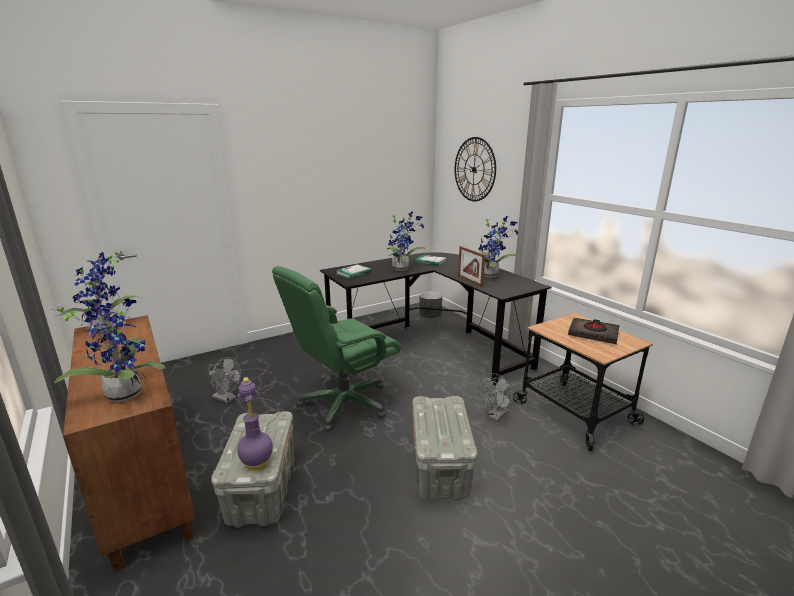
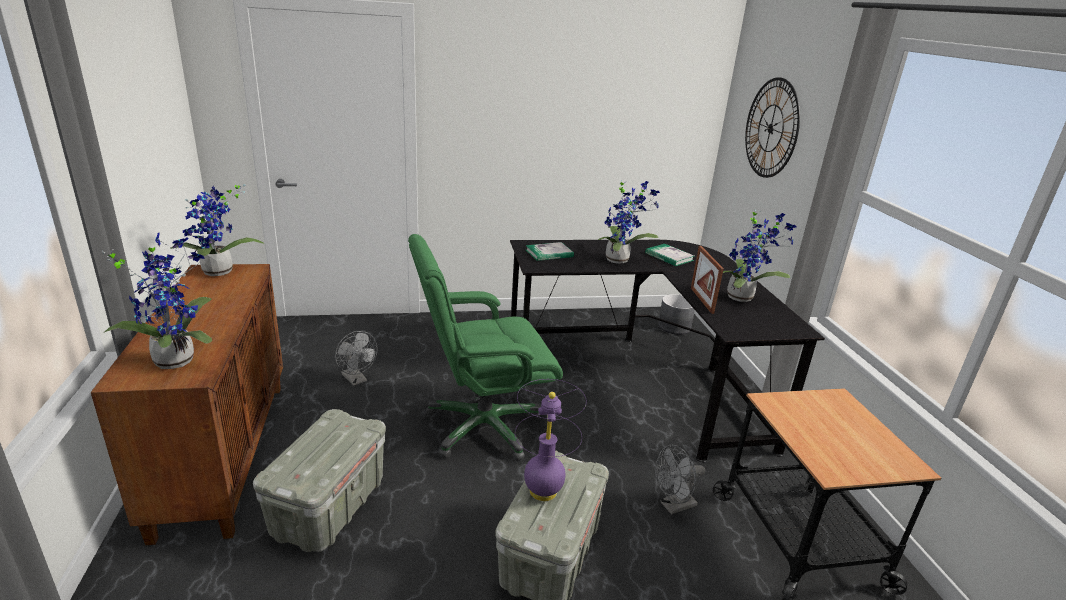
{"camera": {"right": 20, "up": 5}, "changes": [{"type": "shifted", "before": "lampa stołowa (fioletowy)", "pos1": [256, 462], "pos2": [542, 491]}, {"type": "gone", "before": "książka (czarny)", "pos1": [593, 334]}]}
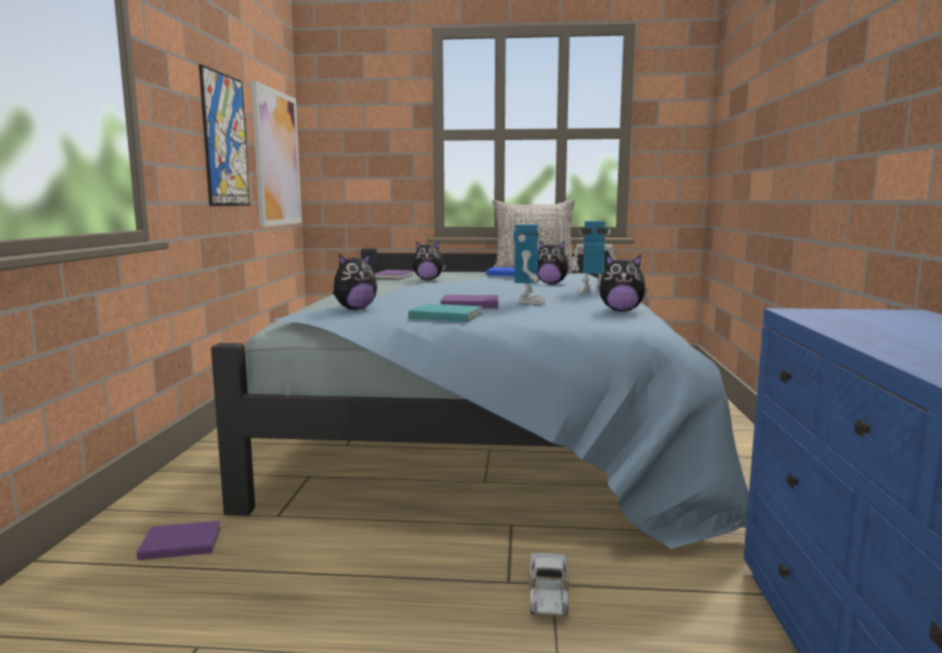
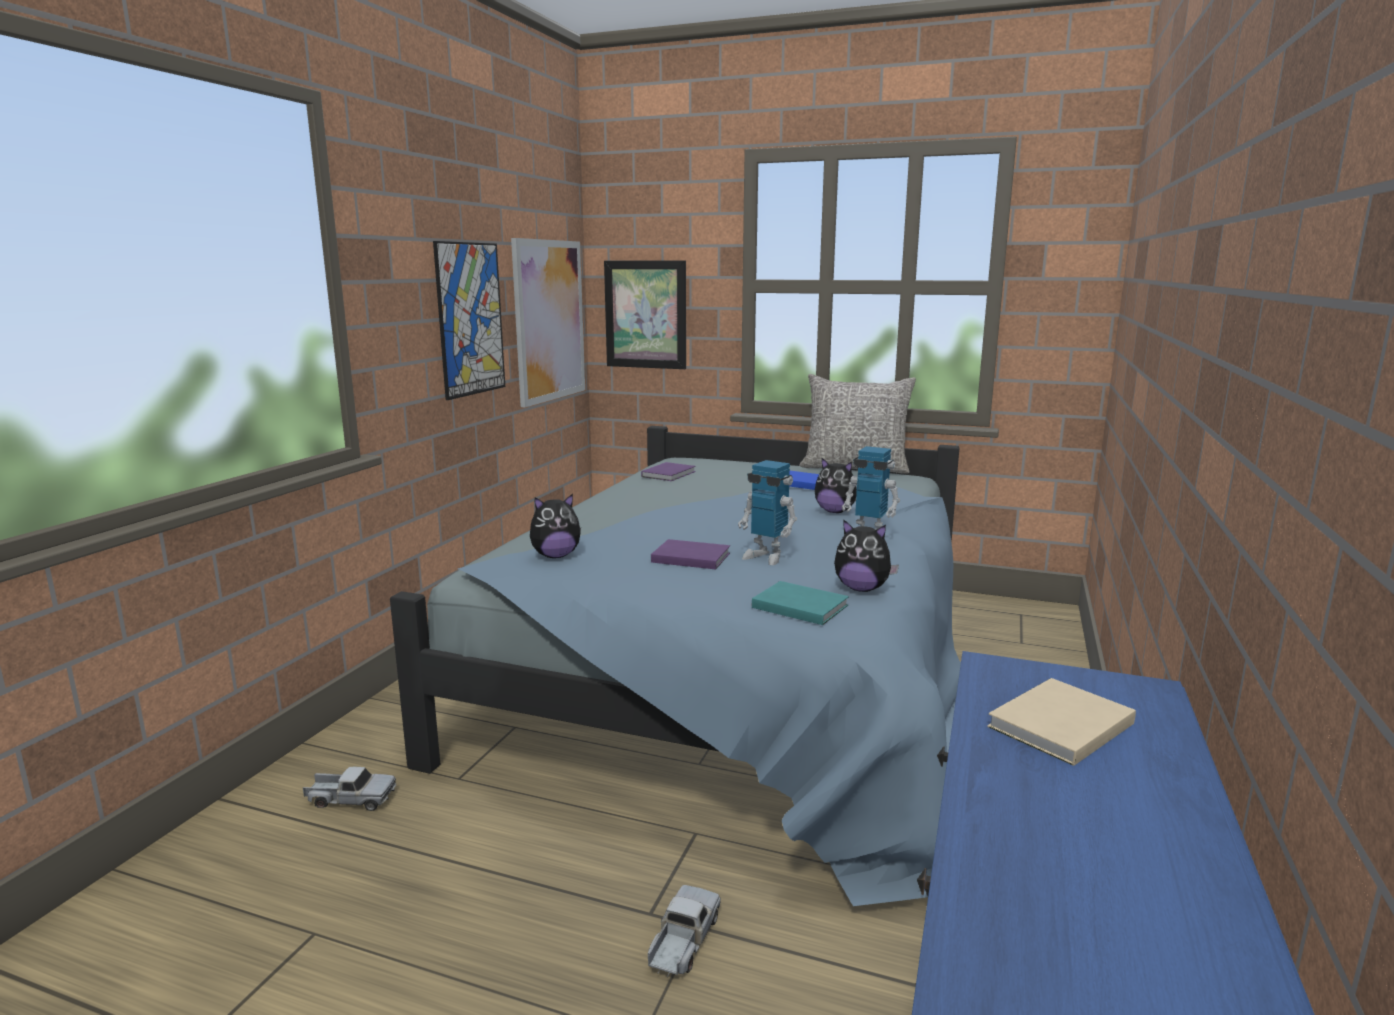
{"camera": {"right": 15, "up": 5}, "changes": [{"type": "swapped", "before": "książka (fioletowy)", "after": "ciężarówka zabawkowa", "pos1": [179, 543], "pos2": [351, 799]}, {"type": "new", "after": "obraz", "pos2": [645, 314]}, {"type": "rotated", "before": "robot zabawkowy", "pos1": [529, 302], "pos2": [766, 557], "turn": 105}, {"type": "shifted", "before": "książka (turkusowy)", "pos1": [444, 316], "pos2": [798, 605]}, {"type": "new", "after": "książka (beżowy)", "pos2": [1057, 725]}, {"type": "gone", "before": "pluszak", "pos1": [428, 279]}]}
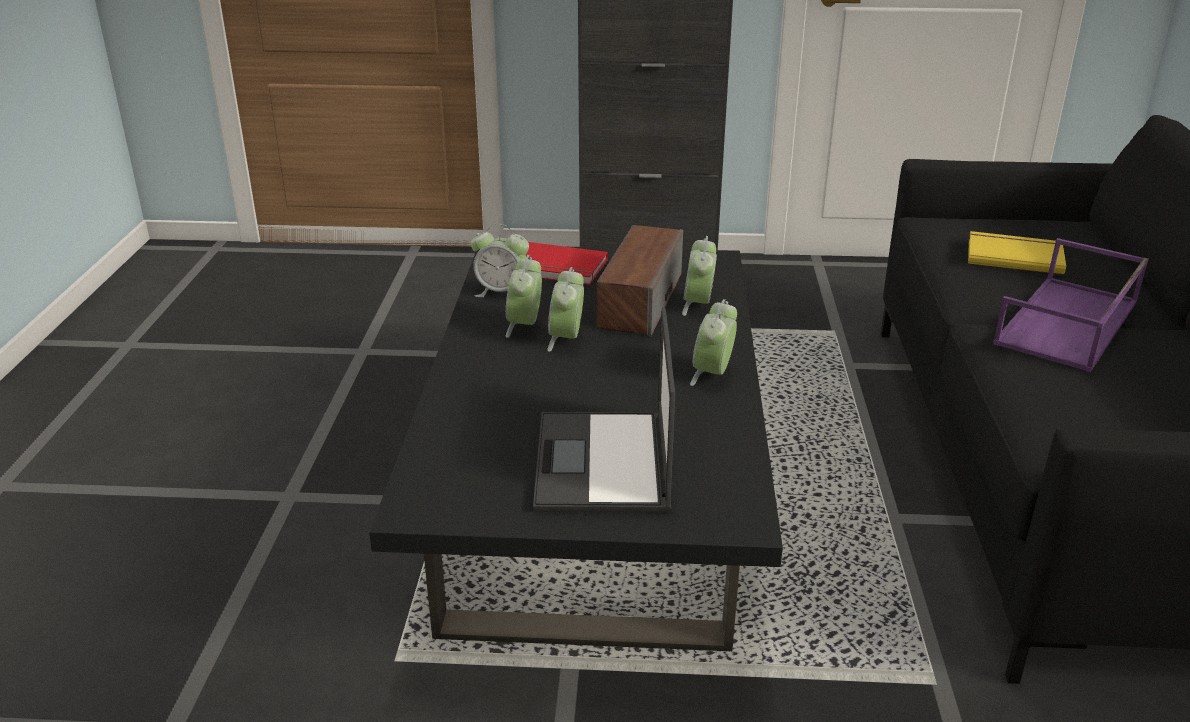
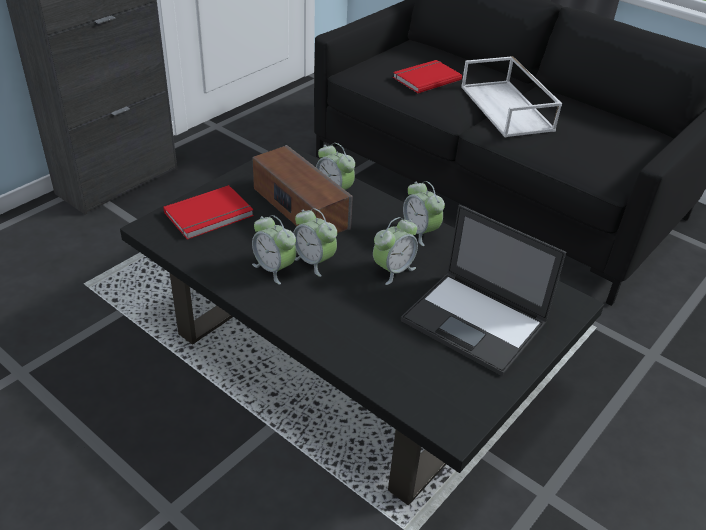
{"camera": {"right": -55, "up": 10}, "changes": [{"type": "shifted", "before": "budzik", "pos1": [501, 292], "pos2": [393, 270]}, {"type": "repainted", "before": "książka (żółty)", "after": "książka (czerwony)", "pos1": [1014, 255], "pos2": [425, 78]}, {"type": "repainted", "before": "taca (fioletowy)", "after": "taca (biały)", "pos1": [1068, 324], "pos2": [508, 108]}]}
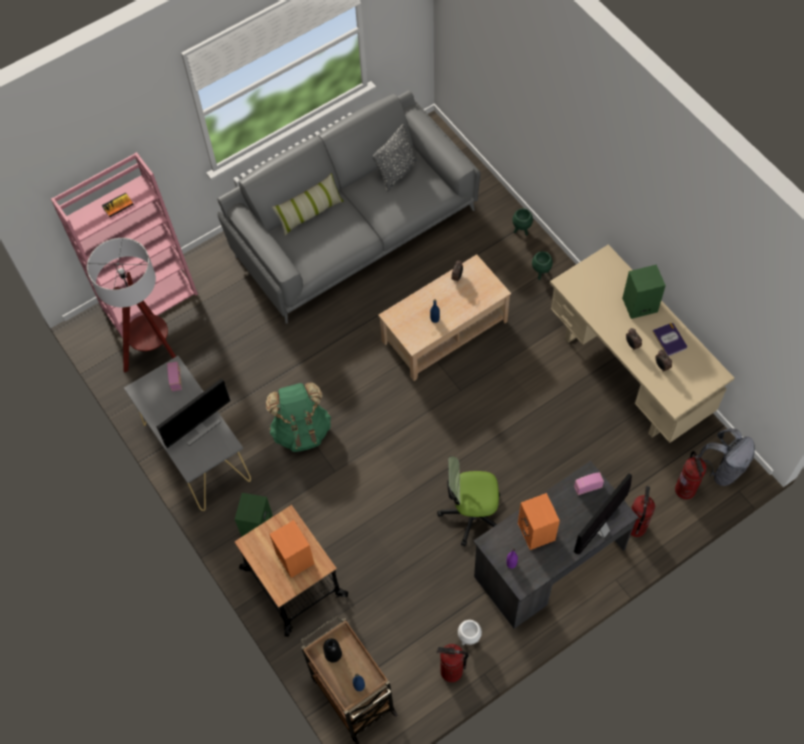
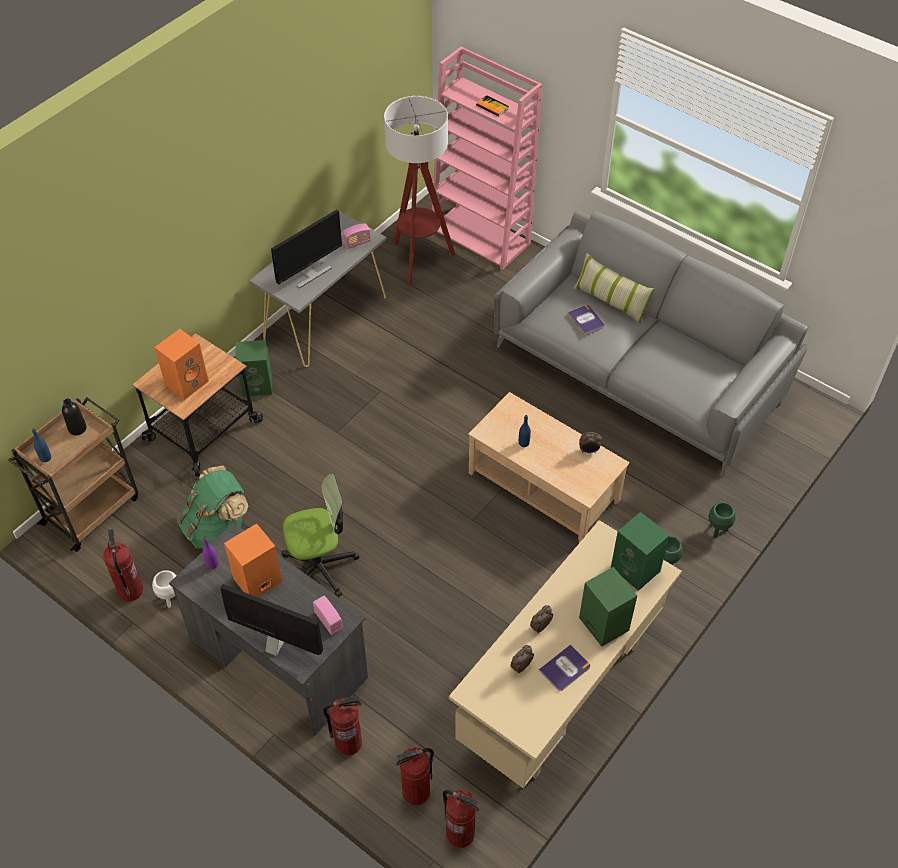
{"camera": {"right": 70, "up": -10}, "changes": [{"type": "shifted", "before": "plecak (zielony)", "pos1": [301, 430], "pos2": [218, 530]}, {"type": "rotated", "before": "monitor", "pos1": [199, 428], "pos2": [310, 273], "turn": -75}, {"type": "rotated", "before": "krzesło biurowe", "pos1": [471, 514], "pos2": [320, 566], "turn": 90}, {"type": "swapped", "before": "plecak (szary)", "after": "gaśnica", "pos1": [722, 469], "pos2": [460, 833]}, {"type": "new", "after": "książka", "pos2": [586, 320]}, {"type": "new", "after": "głośnik (zielony)", "pos2": [637, 569]}, {"type": "gone", "before": "poduszka (szary)", "pos1": [396, 172]}]}
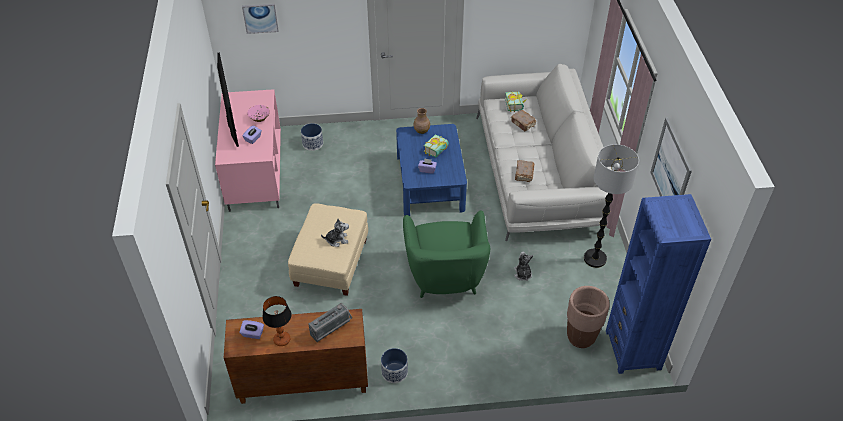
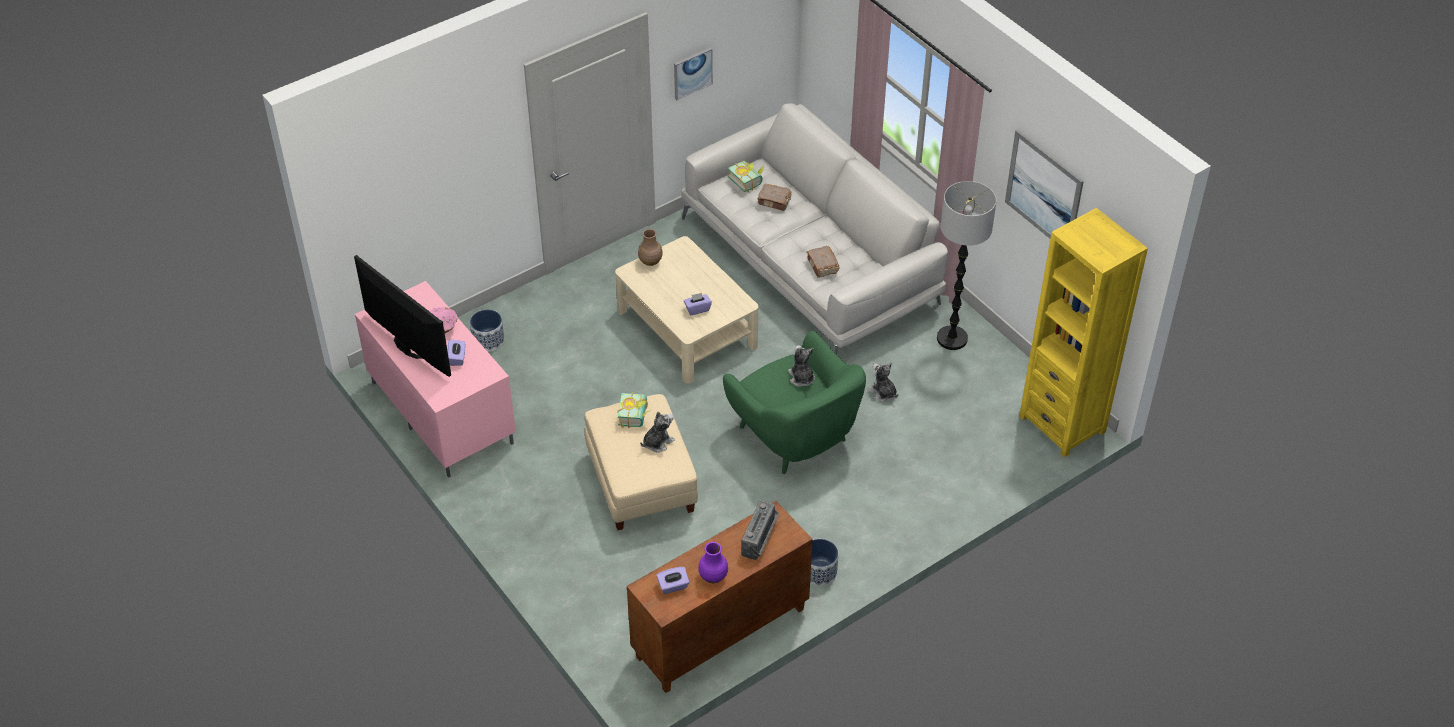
{"camera": {"right": -30, "up": 0}, "changes": [{"type": "repainted", "before": "ława (niebieski)", "after": "ława (beżowy)", "pos1": [430, 183], "pos2": [687, 328]}, {"type": "shifted", "before": "książka", "pos1": [438, 151], "pos2": [636, 416]}, {"type": "shifted", "before": "obraz", "pos1": [260, 18], "pos2": [692, 73]}, {"type": "swapped", "before": "lampa stołowa", "after": "wazon (fioletowy)", "pos1": [281, 340], "pos2": [712, 577]}, {"type": "new", "after": "pluszak", "pos2": [801, 378]}, {"type": "repainted", "before": "regał (niebieski)", "after": "regał (żółty)", "pos1": [633, 350], "pos2": [1062, 424]}, {"type": "gone", "before": "donica (brązowy)", "pos1": [580, 337]}]}
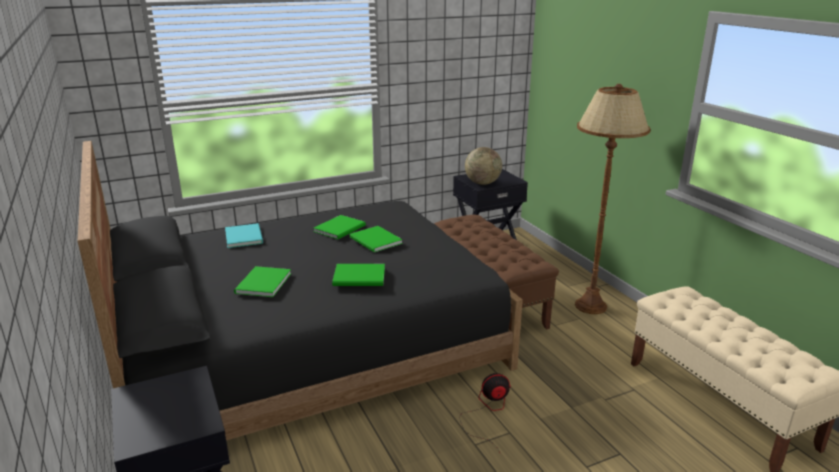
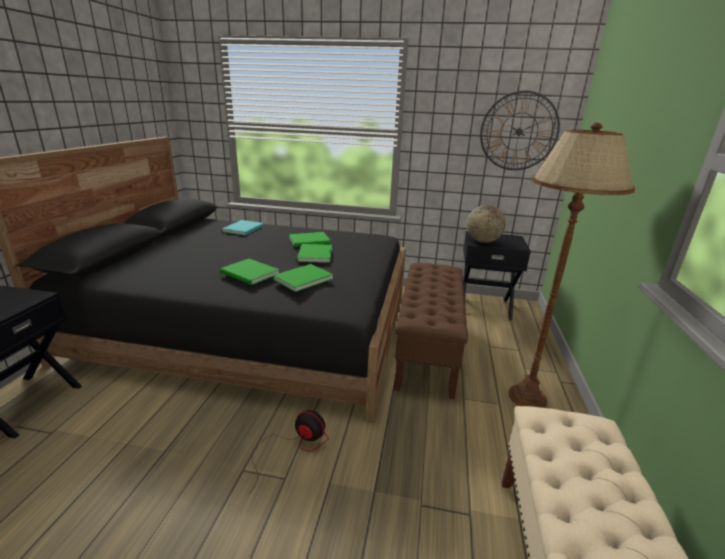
{"camera": {"right": 35, "up": 0}, "changes": [{"type": "shifted", "before": "książka (zielony)", "pos1": [261, 284], "pos2": [301, 279]}, {"type": "new", "after": "zegar ścienny", "pos2": [519, 131]}]}
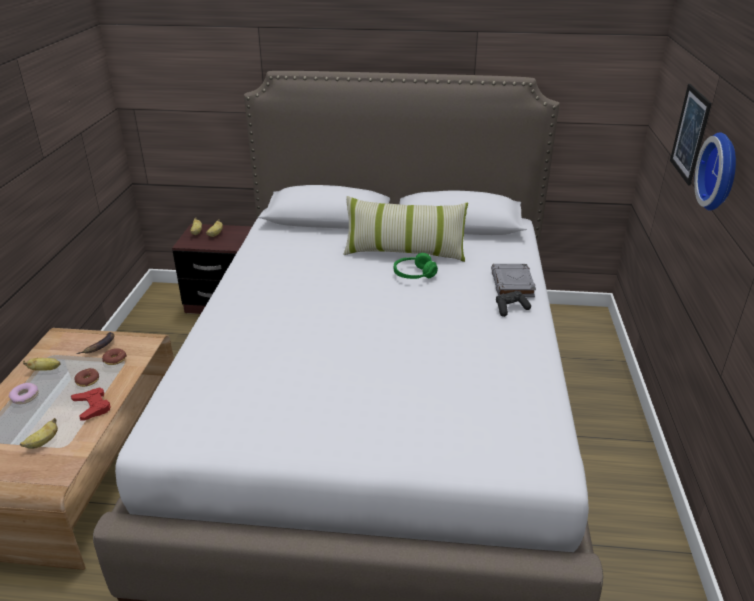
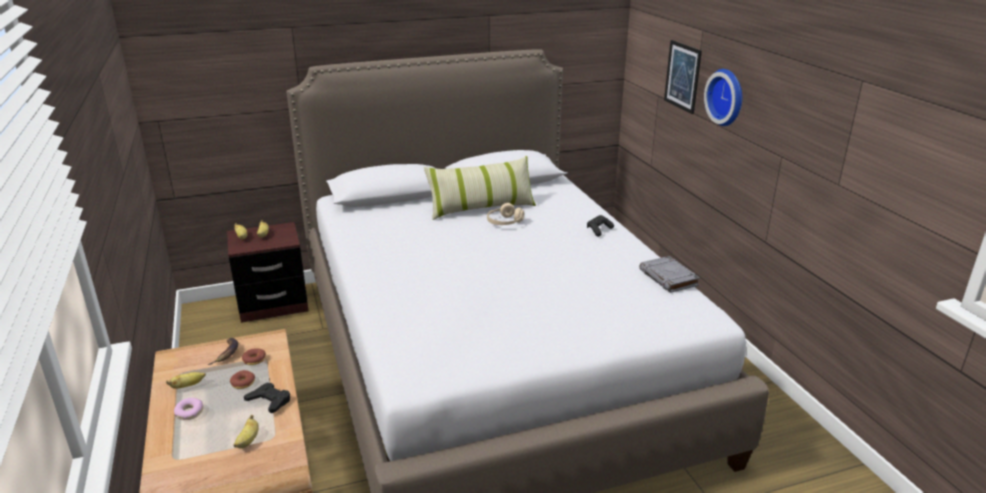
{"camera": {"right": -25, "up": -5}, "changes": [{"type": "repainted", "before": "pad do gier (czerwony)", "after": "pad do gier (czarny)", "pos1": [92, 406], "pos2": [269, 401]}, {"type": "repainted", "before": "słuchawki (zielony)", "after": "słuchawki (beżowy)", "pos1": [414, 274], "pos2": [504, 222]}, {"type": "shifted", "before": "książka (szary)", "pos1": [512, 284], "pos2": [669, 278]}]}
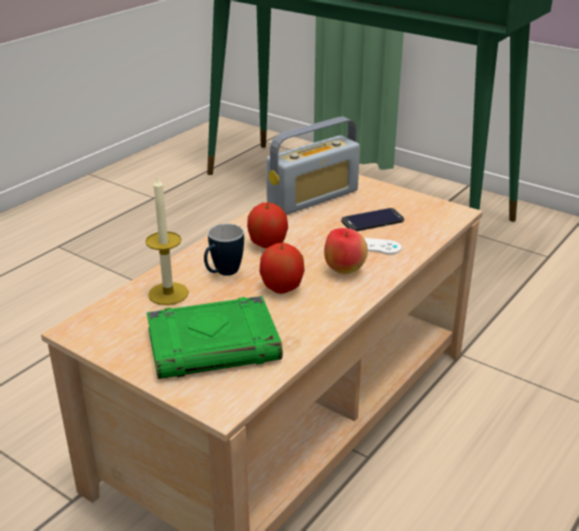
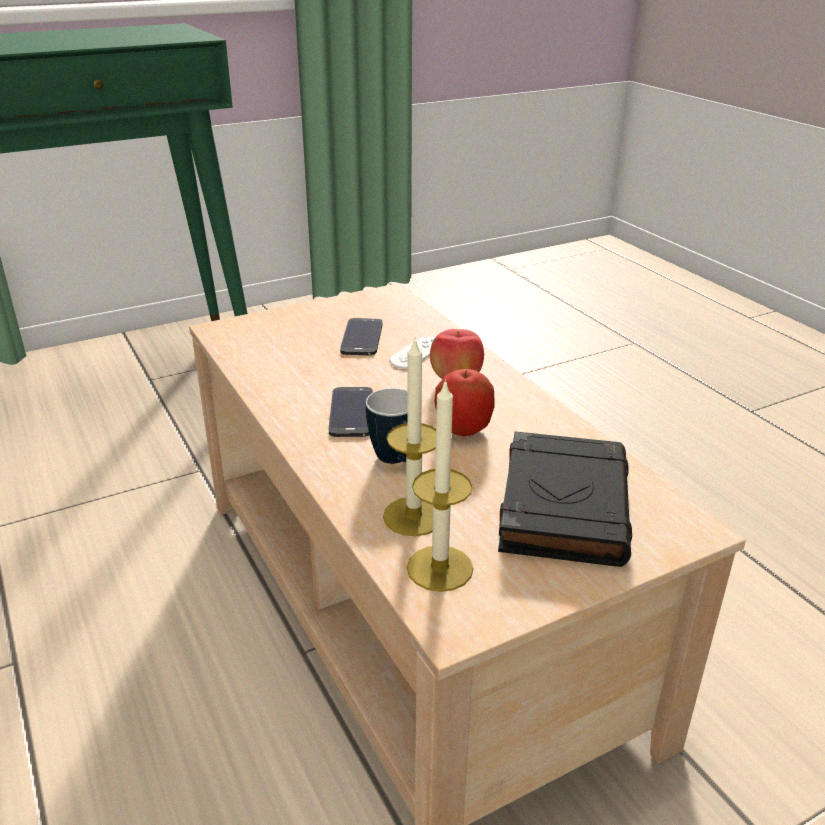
{"camera": {"right": -65, "up": 0}, "changes": [{"type": "swapped", "before": "jabłko", "after": "telefon", "pos1": [267, 244], "pos2": [351, 412]}, {"type": "new", "after": "świeca", "pos2": [439, 568]}, {"type": "repainted", "before": "książka (zielony)", "after": "książka (czarny)", "pos1": [215, 345], "pos2": [563, 505]}, {"type": "gone", "before": "radio", "pos1": [313, 198]}]}
